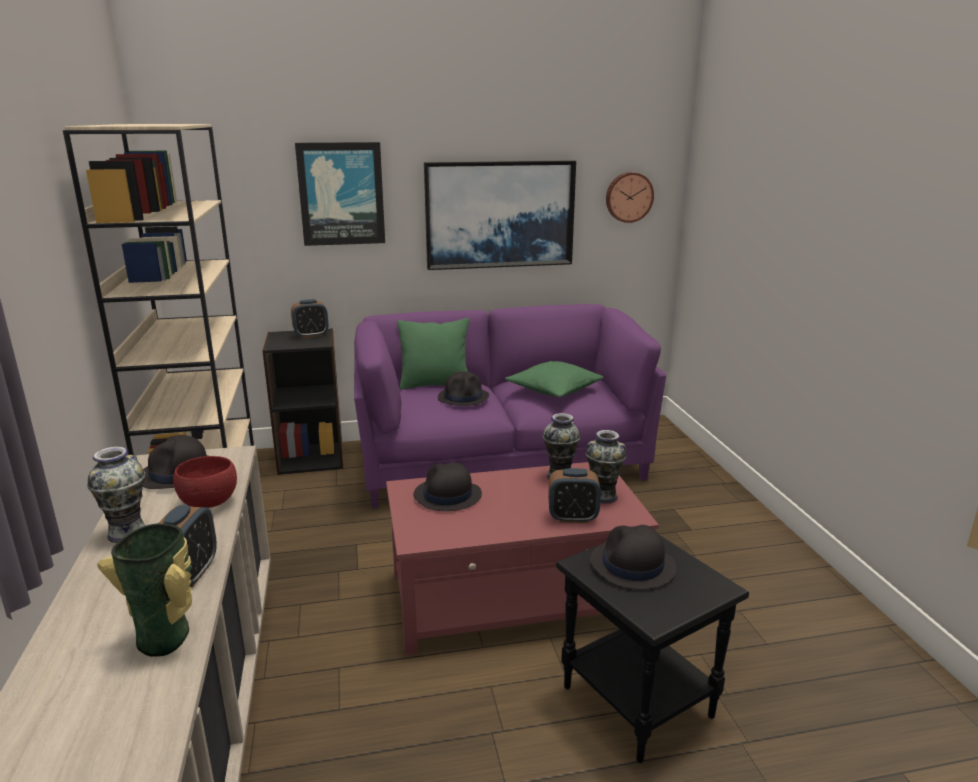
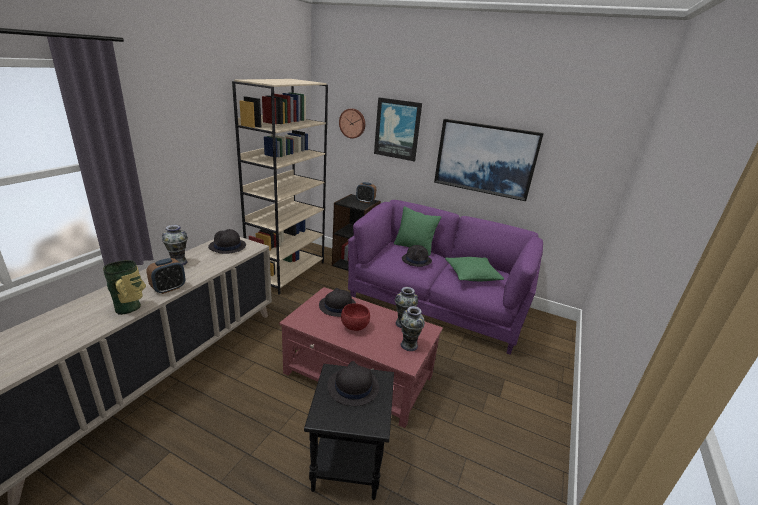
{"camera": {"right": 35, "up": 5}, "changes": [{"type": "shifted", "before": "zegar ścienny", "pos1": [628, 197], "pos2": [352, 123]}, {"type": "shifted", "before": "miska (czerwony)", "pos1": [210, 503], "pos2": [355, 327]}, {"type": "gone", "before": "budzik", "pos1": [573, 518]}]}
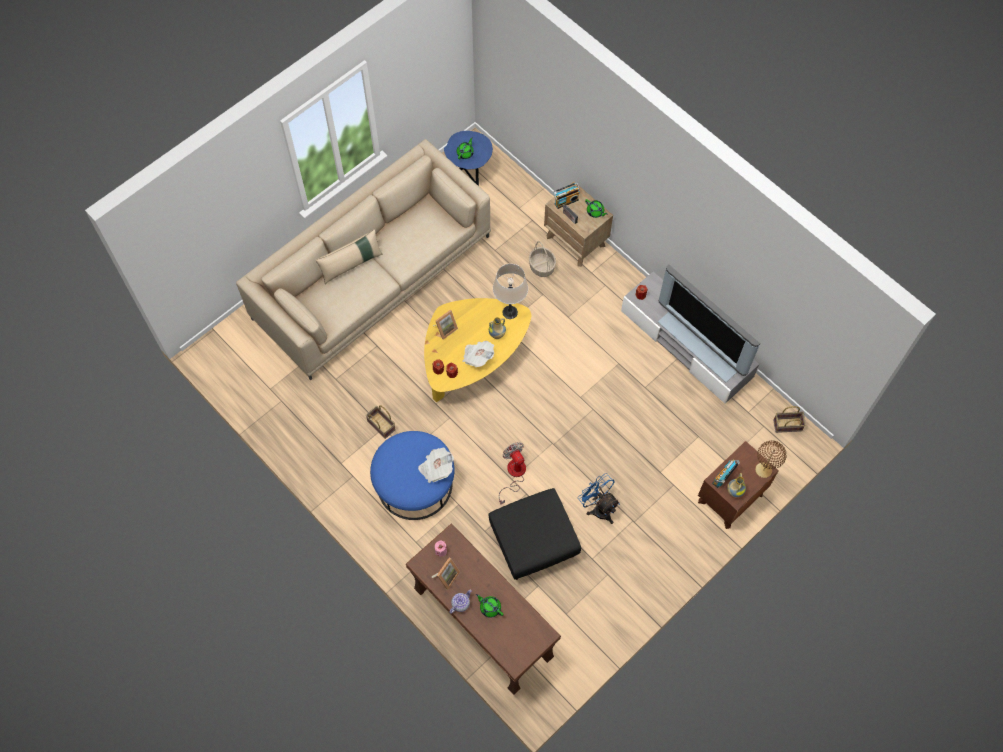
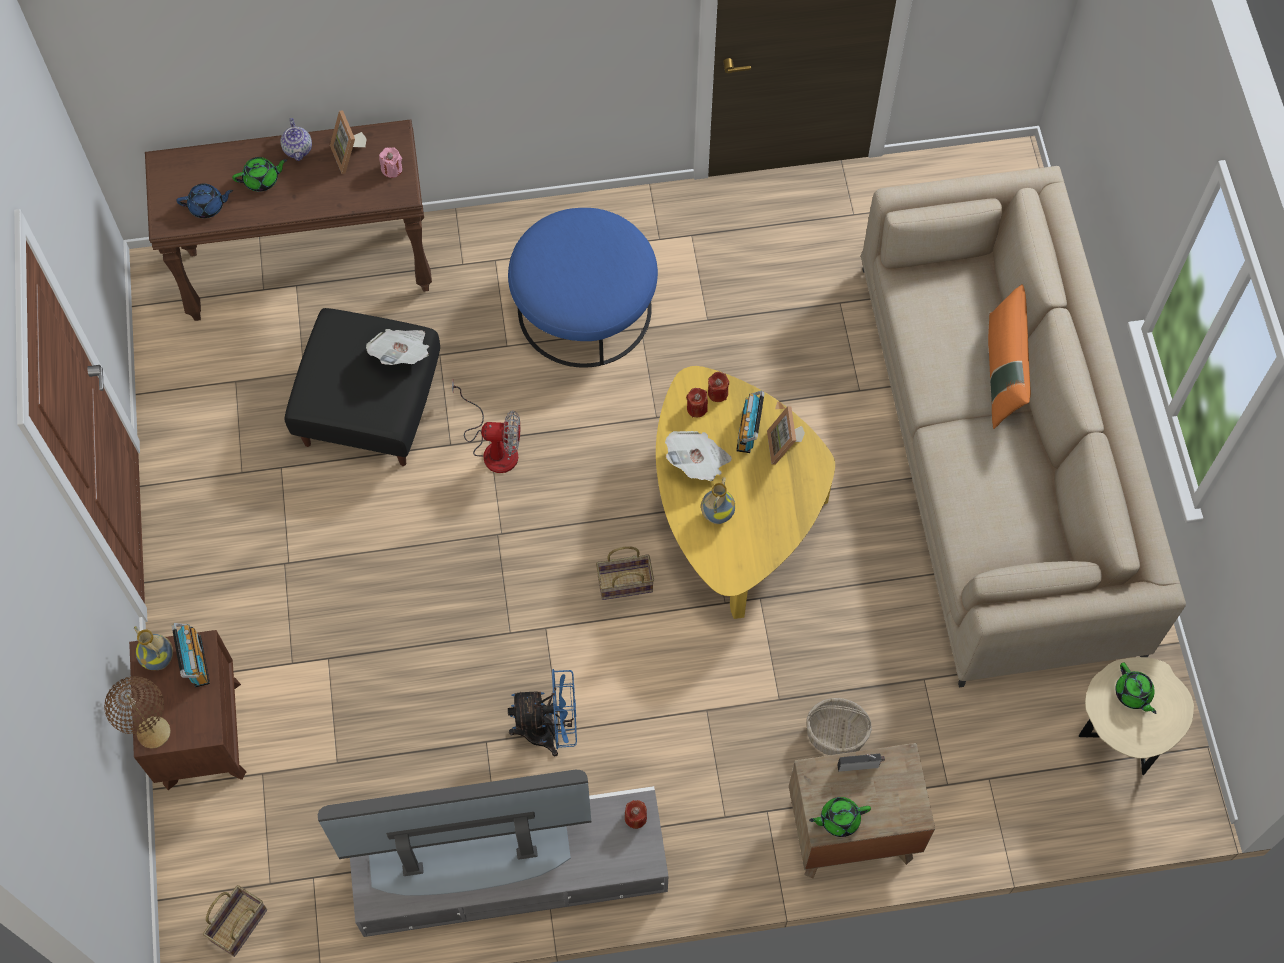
{"camera": {"right": 125, "up": 0}, "changes": [{"type": "new", "after": "imbryk (niebieski)", "pos2": [207, 206]}, {"type": "shifted", "before": "gazeta", "pos1": [436, 468], "pos2": [402, 354]}, {"type": "shifted", "before": "wentylator (niebieski)", "pos1": [598, 507], "pos2": [550, 730]}, {"type": "shifted", "before": "koszyk", "pos1": [382, 425], "pos2": [624, 585]}, {"type": "shifted", "before": "radio", "pos1": [566, 201], "pos2": [749, 431]}, {"type": "repainted", "before": "poduszka (beżowy)", "after": "poduszka (pomarańczowy)", "pos1": [351, 264], "pos2": [1003, 372]}, {"type": "repainted", "before": "stolik (niebieski)", "after": "stolik (beżowy)", "pos1": [469, 176], "pos2": [1116, 738]}, {"type": "gone", "before": "lampa stołowa (beżowy)", "pos1": [509, 312]}]}
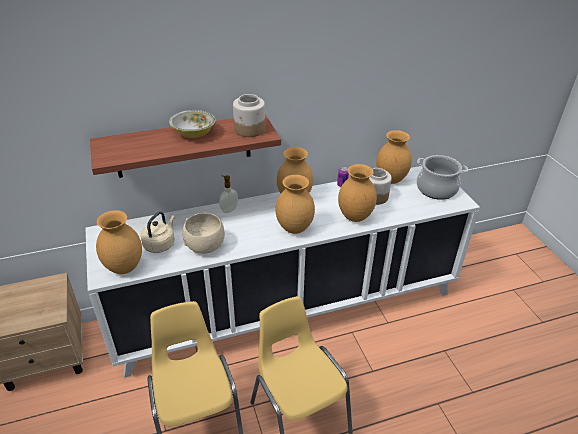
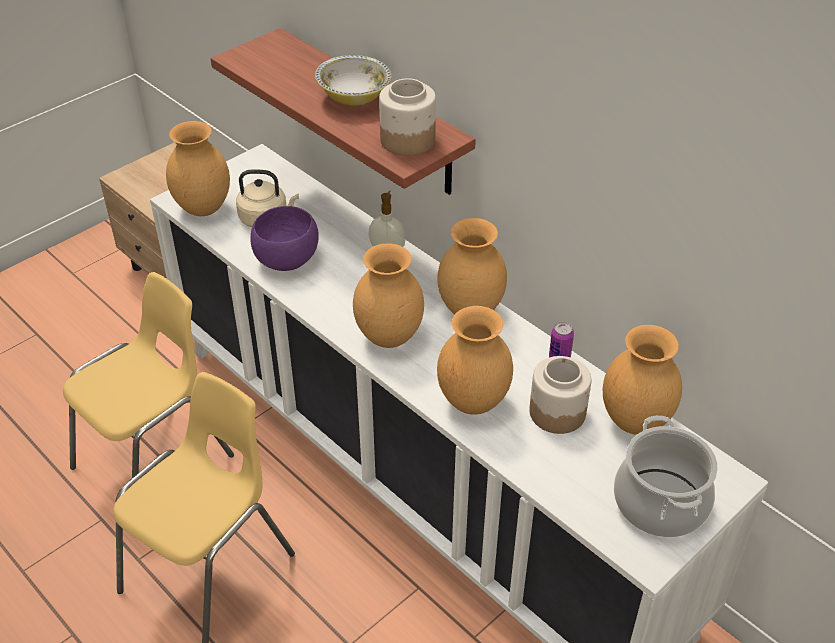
{"camera": {"right": 65, "up": 5}, "changes": [{"type": "repainted", "before": "miska (beżowy)", "after": "miska (fioletowy)", "pos1": [205, 247], "pos2": [286, 261]}]}
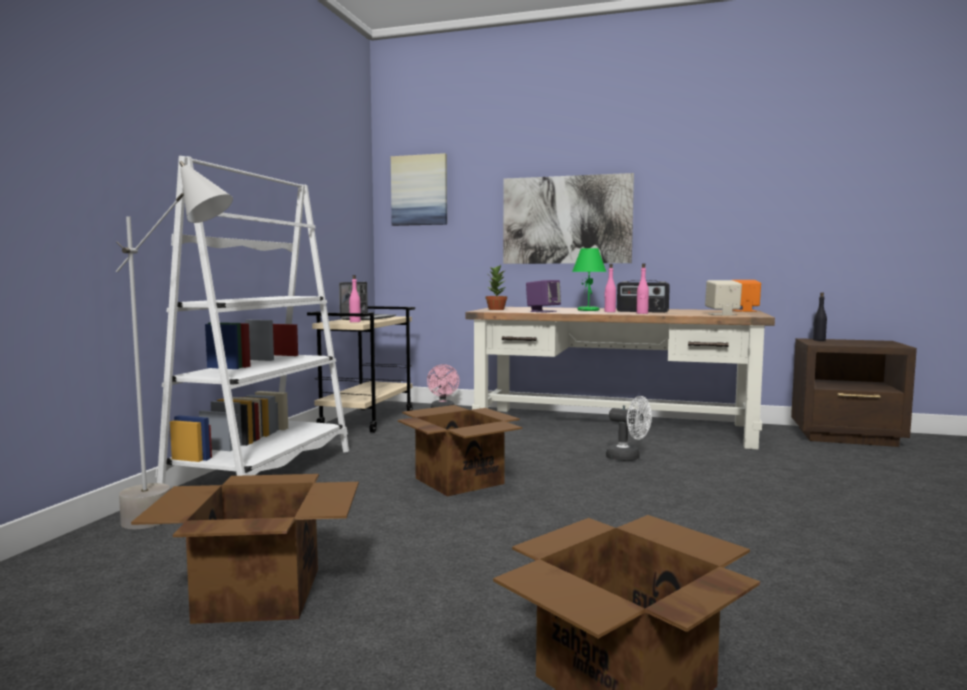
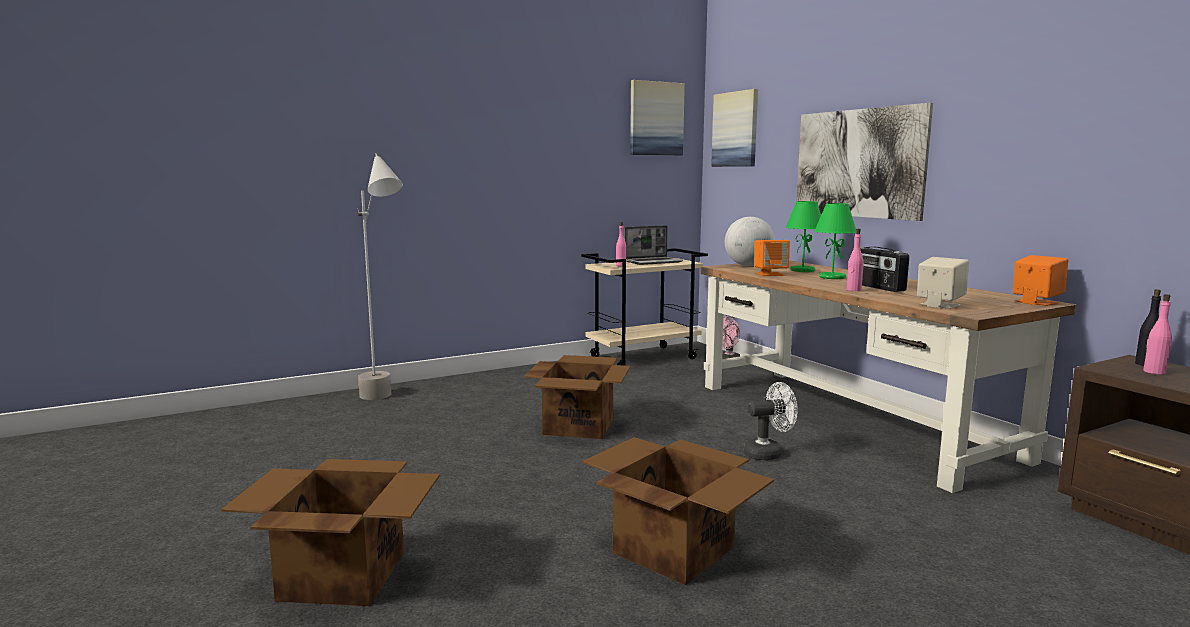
{"camera": {"right": 45, "up": 5}, "changes": [{"type": "shifted", "before": "karton", "pos1": [257, 594], "pos2": [672, 549]}, {"type": "new", "after": "obraz", "pos2": [656, 119]}, {"type": "swapped", "before": "roślina doniczkowa", "after": "globus", "pos1": [496, 309], "pos2": [748, 265]}, {"type": "rotated", "before": "wentylator (biały)", "pos1": [628, 458], "pos2": [768, 453], "turn": -90}, {"type": "repainted", "before": "głośnik (fioletowy)", "after": "głośnik (pomarańczowy)", "pos1": [543, 311], "pos2": [770, 274]}, {"type": "new", "after": "lampa stołowa (zielony)", "pos2": [802, 270]}, {"type": "shifted", "before": "butelka (różowy)", "pos1": [609, 311], "pos2": [1154, 372]}, {"type": "gone", "before": "regał (biały)", "pos1": [264, 472]}]}
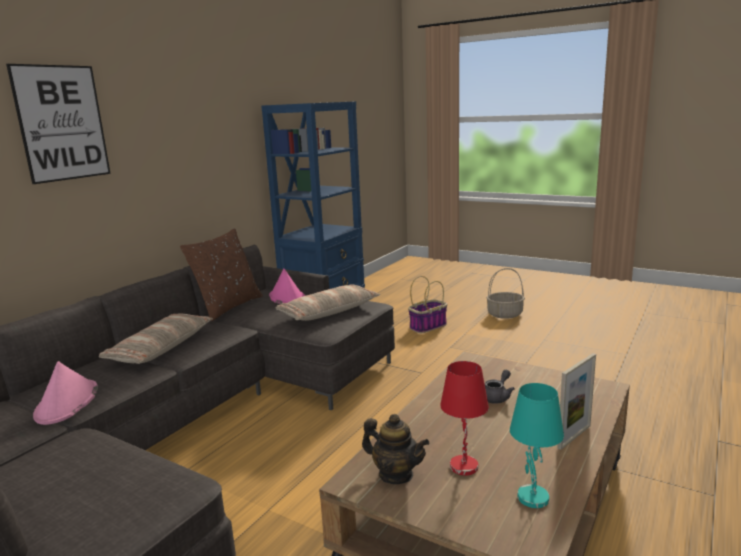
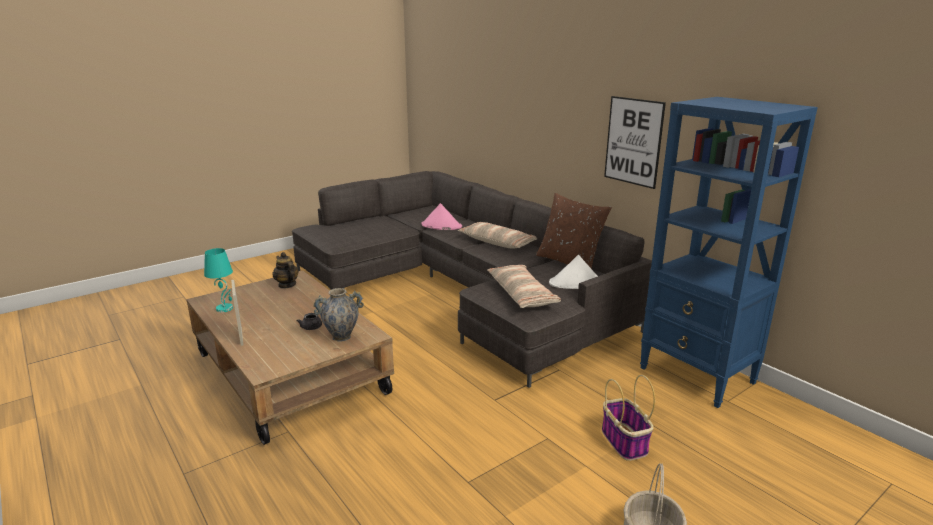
{"camera": {"right": 110, "up": 5}, "changes": [{"type": "rotated", "before": "imbryk", "pos1": [396, 474], "pos2": [287, 285], "turn": 90}, {"type": "new", "after": "wazon", "pos2": [341, 337]}, {"type": "repainted", "before": "kapelusz (różowy)", "after": "kapelusz (biały)", "pos1": [287, 298], "pos2": [575, 283]}, {"type": "shifted", "before": "obraz", "pos1": [62, 123], "pos2": [633, 141]}, {"type": "gone", "before": "lampa stołowa (czerwony)", "pos1": [464, 467]}]}
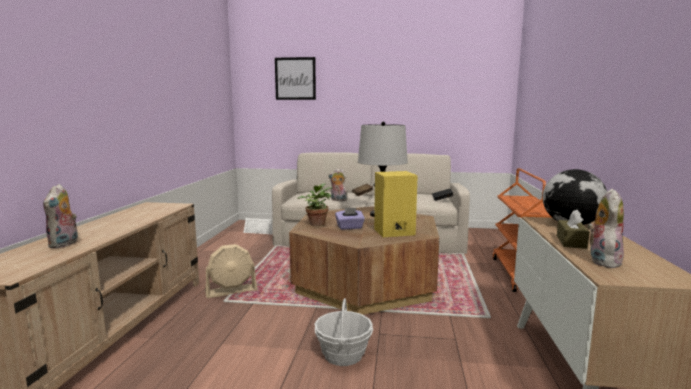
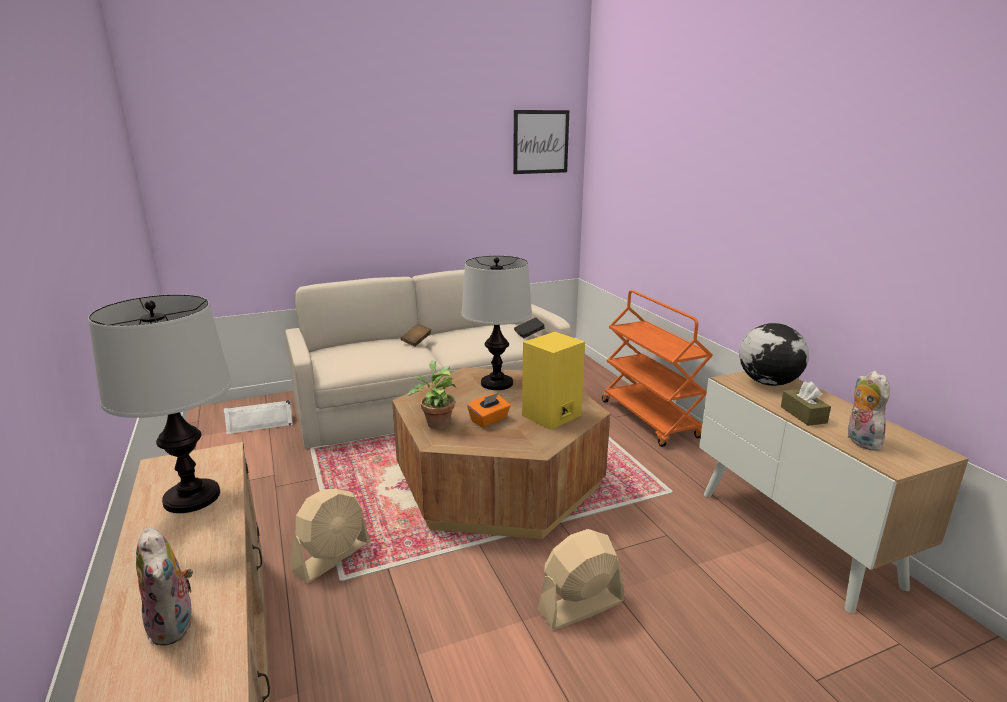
{"camera": {"right": -30, "up": 10}, "changes": [{"type": "new", "after": "lampa stołowa", "pos2": [191, 498]}, {"type": "repainted", "before": "pudełko chusteczek (fioletowy)", "after": "pudełko chusteczek (pomarańczowy)", "pos1": [350, 227], "pos2": [489, 420]}, {"type": "shifted", "before": "obraz", "pos1": [295, 78], "pos2": [540, 142]}, {"type": "swapped", "before": "koszyk", "after": "wentylator (beżowy)", "pos1": [343, 355], "pos2": [580, 606]}, {"type": "gone", "before": "pluszak", "pos1": [338, 200]}]}
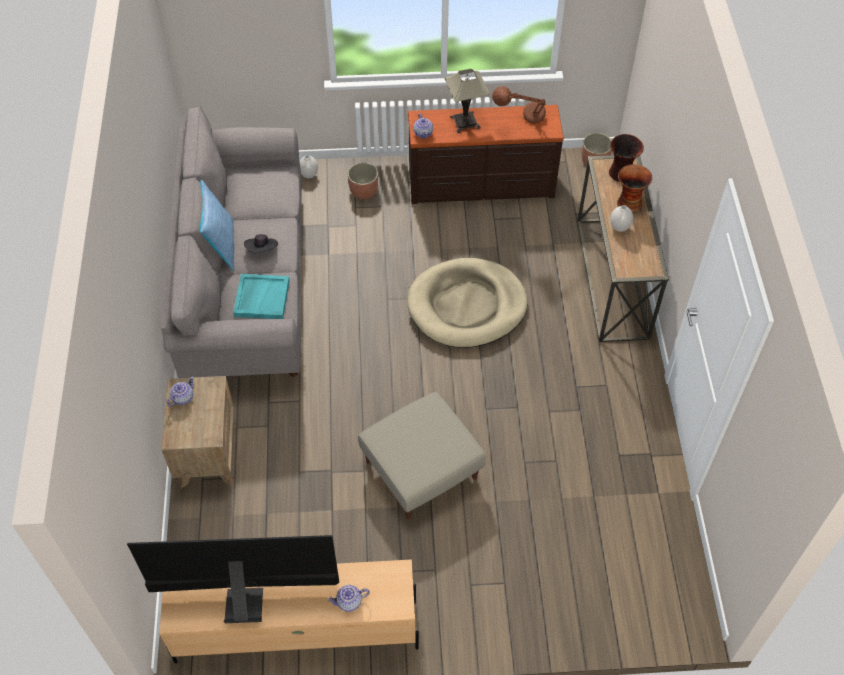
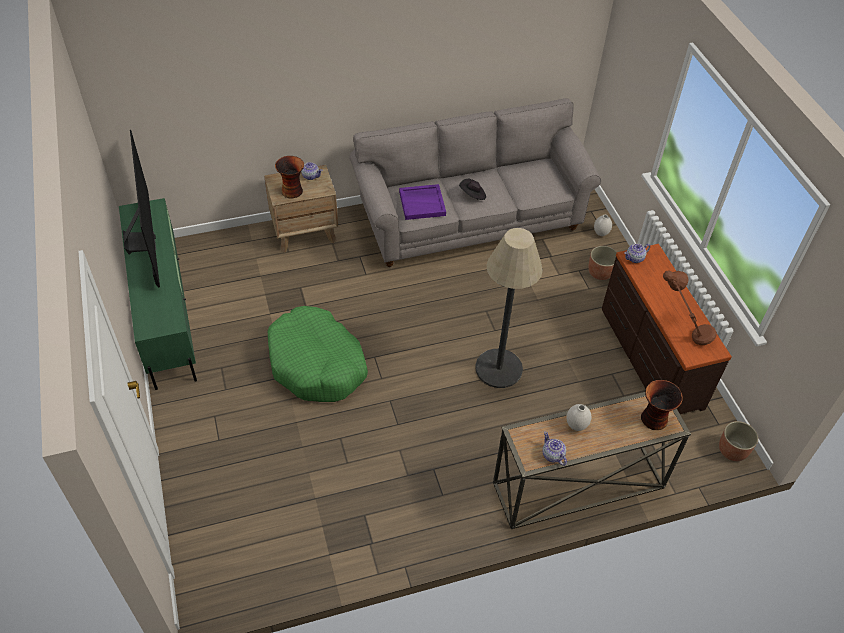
{"camera": {"right": 75, "up": -5}, "changes": [{"type": "repainted", "before": "szafka pod telewizor (beżowy)", "after": "szafka pod telewizor (zielony)", "pos1": [295, 631], "pos2": [165, 312]}, {"type": "swapped", "before": "pufa (beżowy)", "after": "legowisko (zielony)", "pos1": [421, 470], "pos2": [317, 364]}, {"type": "shifted", "before": "wazon", "pos1": [628, 203], "pos2": [292, 191]}, {"type": "repainted", "before": "taca (turkusowy)", "after": "taca (fioletowy)", "pos1": [261, 297], "pos2": [422, 203]}, {"type": "swapped", "before": "legowisko (beżowy)", "after": "lampa stojąca", "pos1": [467, 306], "pos2": [498, 368]}, {"type": "shifted", "before": "imbryk", "pos1": [349, 602], "pos2": [553, 455]}, {"type": "gone", "before": "poduszka", "pos1": [221, 246]}, {"type": "gone", "before": "lampa stołowa", "pos1": [465, 122]}]}
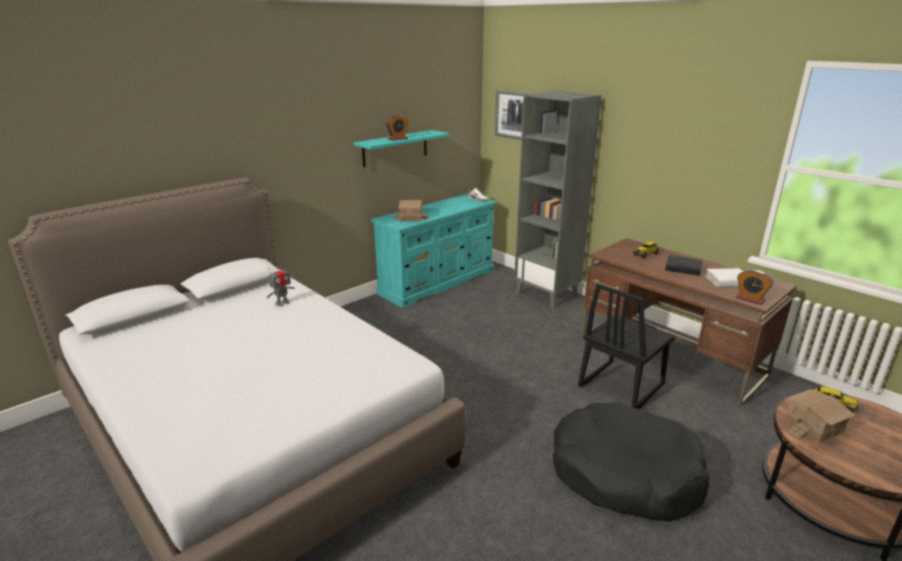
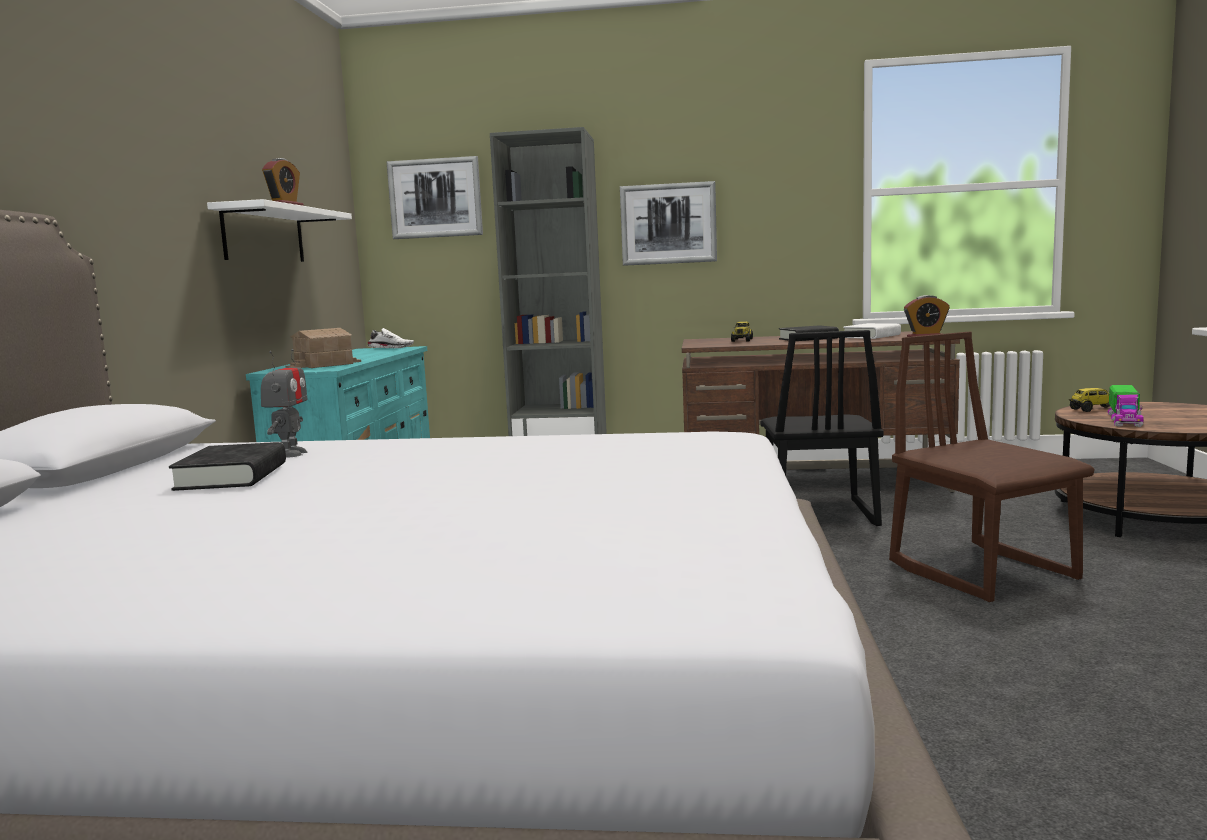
{"camera": {"right": -40, "up": -15}, "changes": [{"type": "new", "after": "książka (czarny)", "pos2": [232, 476]}, {"type": "repainted", "before": "półka (turkusowy)", "after": "półka (biały)", "pos1": [395, 148], "pos2": [264, 235]}, {"type": "new", "after": "obraz", "pos2": [668, 224]}, {"type": "swapped", "before": "legowisko (czarny)", "after": "krzesło (brązowy)", "pos1": [624, 473], "pos2": [983, 571]}, {"type": "swapped", "before": "domek", "after": "ciężarówka zabawkowa", "pos1": [814, 427], "pos2": [1124, 420]}]}
